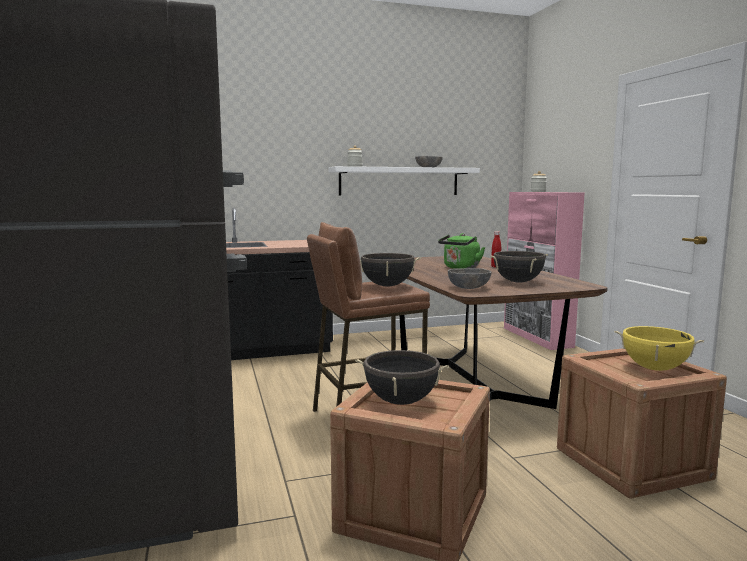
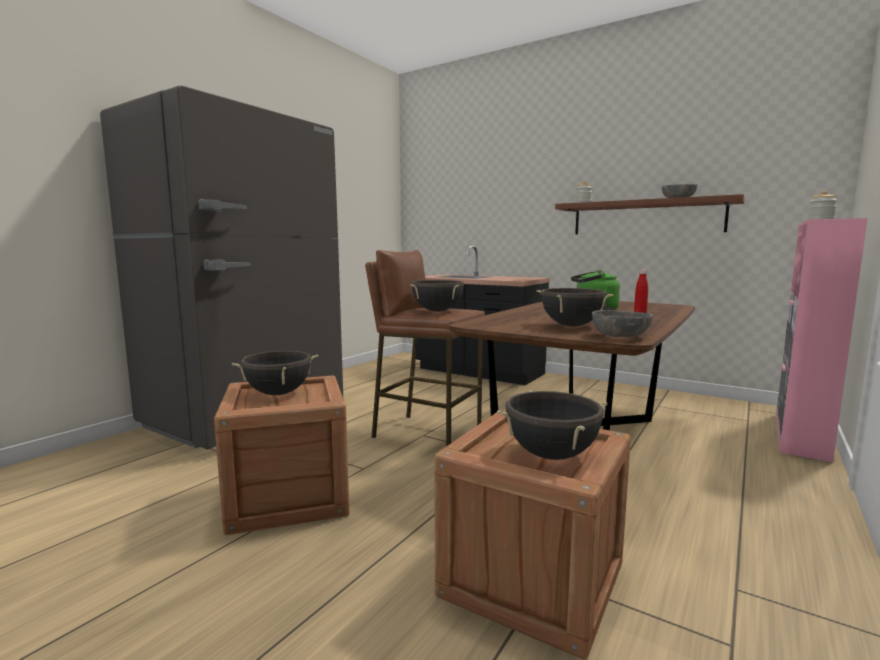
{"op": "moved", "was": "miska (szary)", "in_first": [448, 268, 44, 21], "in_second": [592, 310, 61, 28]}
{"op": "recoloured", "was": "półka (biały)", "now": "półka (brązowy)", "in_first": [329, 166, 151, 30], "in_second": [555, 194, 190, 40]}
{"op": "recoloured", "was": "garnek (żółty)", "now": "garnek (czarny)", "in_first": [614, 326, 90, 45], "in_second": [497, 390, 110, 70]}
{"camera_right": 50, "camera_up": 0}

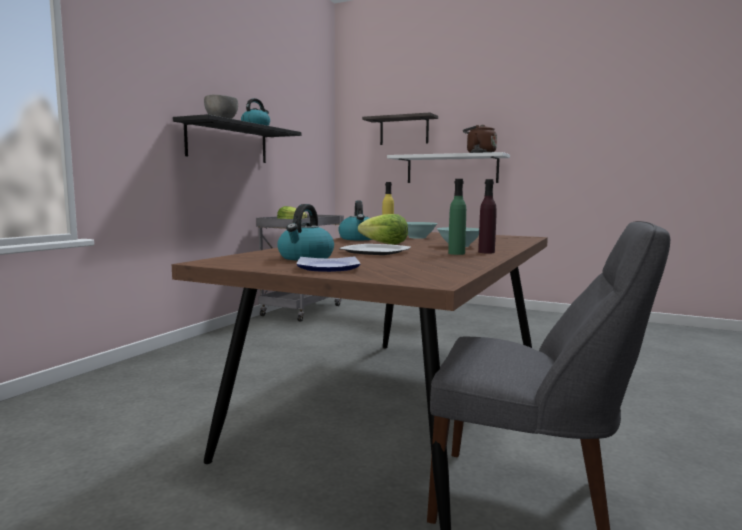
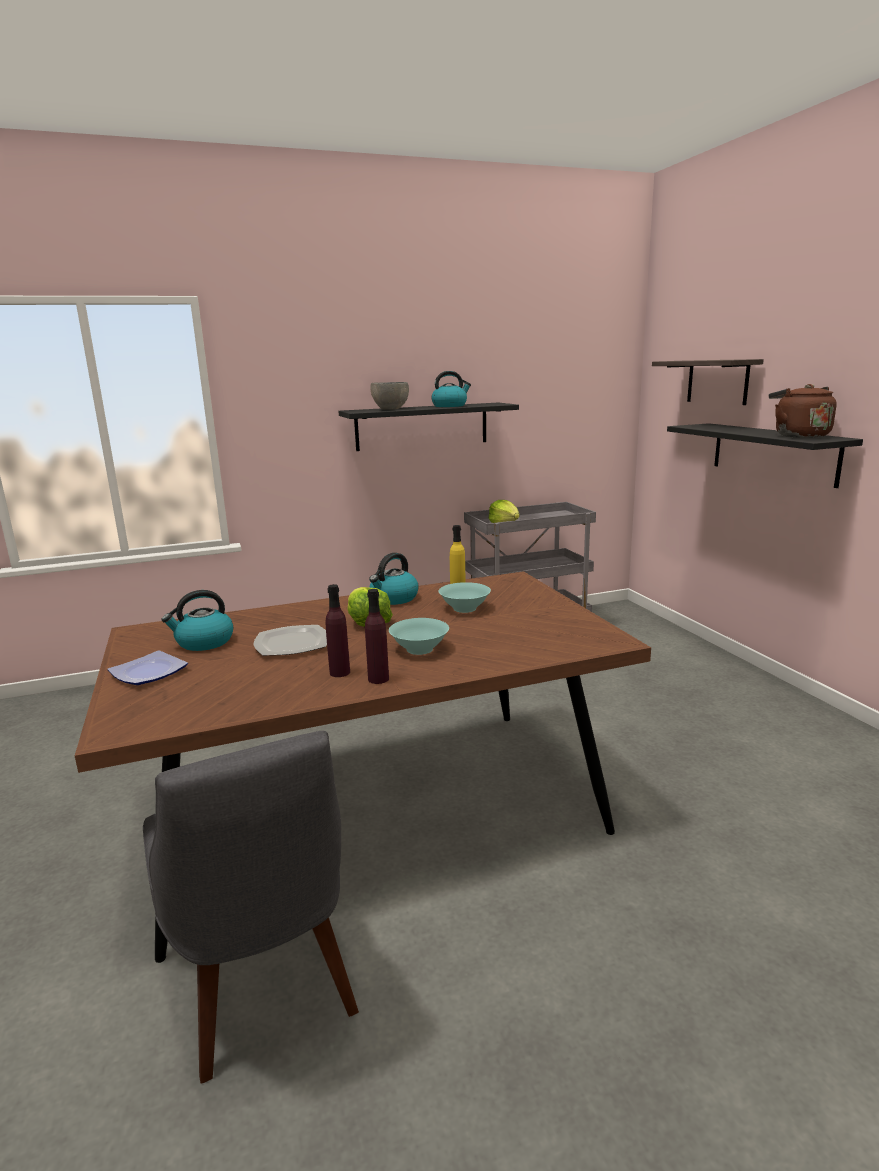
{"op": "recoloured", "was": "półka (biały)", "now": "półka (czarny)", "in_first": [387, 152, 123, 31], "in_second": [667, 423, 196, 65]}
{"op": "recoloured", "was": "butelka (zielony)", "now": "butelka (fioletowy)", "in_first": [448, 179, 18, 76], "in_second": [325, 584, 25, 93]}
{"camera_right": 45, "camera_up": 10}

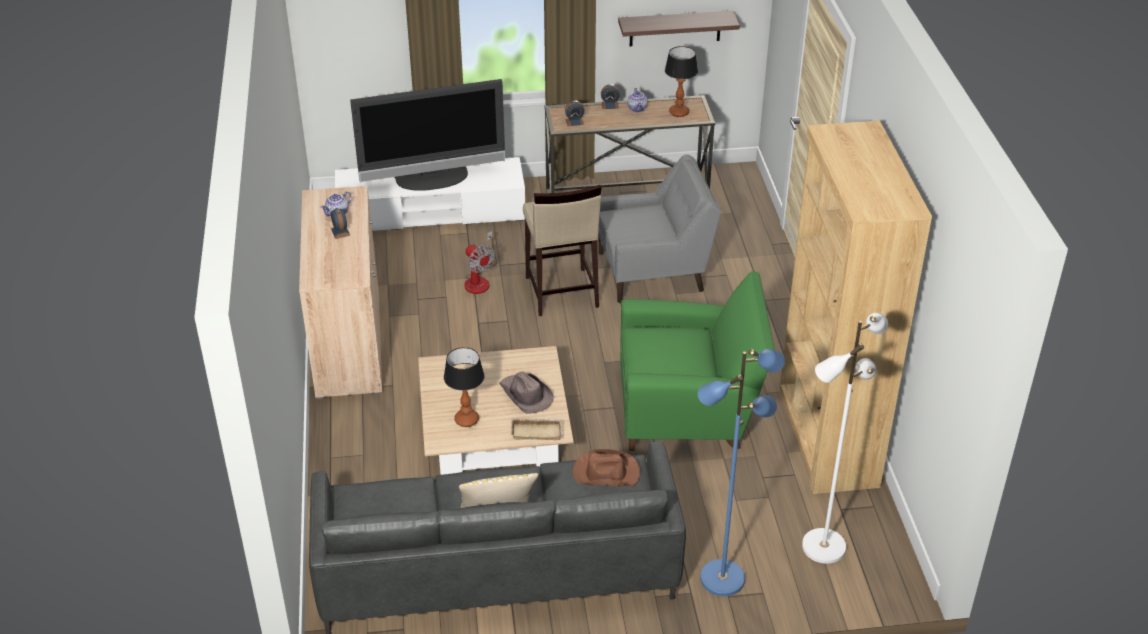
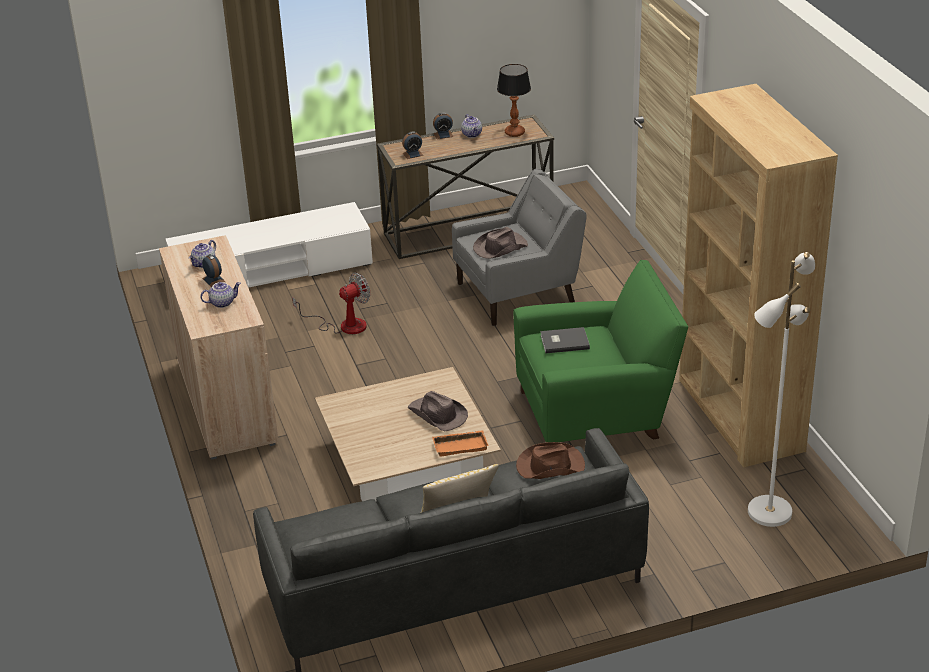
{"op": "removed", "was": "telewizor", "in_first": [350, 79, 155, 112]}
{"op": "removed", "was": "lampa stołowa", "in_first": [444, 347, 40, 80]}
{"op": "removed", "was": "stołek (beżowy)", "in_first": [523, 185, 79, 131]}
{"op": "removed", "was": "półka", "in_first": [618, 11, 122, 35]}
{"op": "removed", "was": "lampa stojąca (niebieski)", "in_first": [698, 349, 87, 247]}
{"op": "added", "now": "imbryk", "in_second": [200, 282, 41, 26]}
{"op": "added", "now": "kapelusz (brązowy)", "in_second": [473, 227, 55, 32]}
{"op": "added", "now": "książka (szary)", "in_second": [540, 327, 50, 26]}
{"op": "recoloured", "was": "taca (beżowy)", "now": "taca (pomarańczowy)", "in_first": [511, 418, 51, 22], "in_second": [432, 430, 57, 27]}
{"op": "turned", "was": "wentylator", "in_first": [465, 231, 32, 63], "in_second": [292, 272, 78, 62], "clockwise": -75}
{"camera_right": -10, "camera_up": -5}

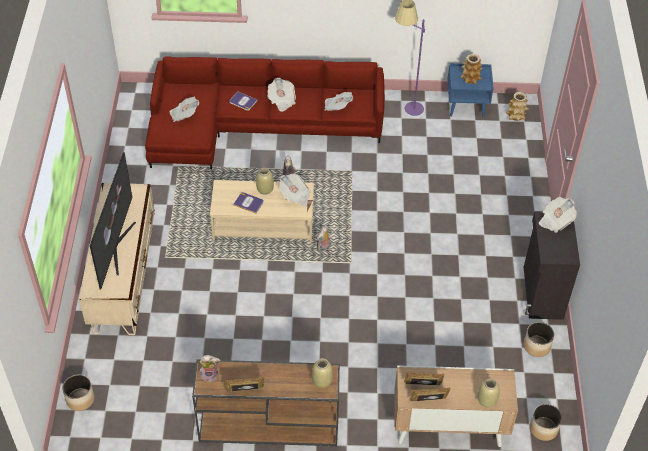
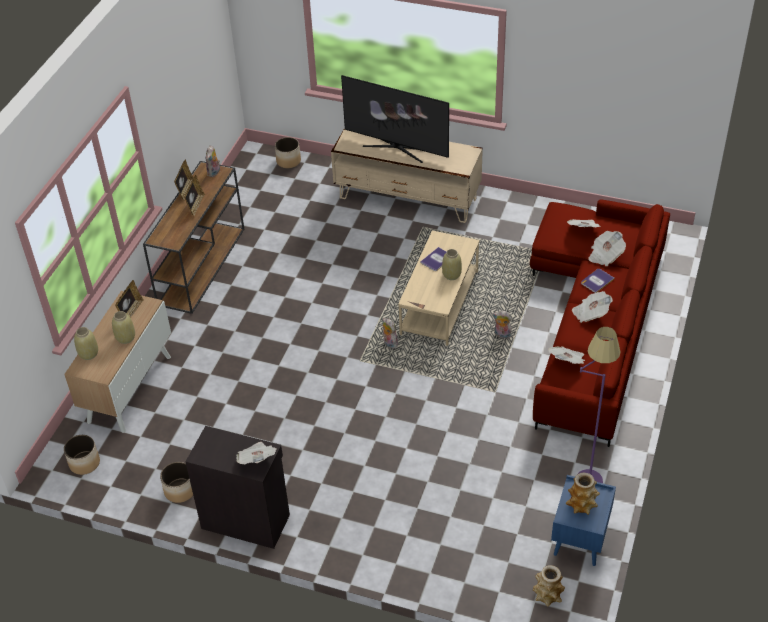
{"op": "moved", "was": "gazeta", "in_first": [279, 174, 32, 32], "in_second": [588, 231, 38, 35]}
{"op": "moved", "was": "wazon (beżowy)", "in_first": [312, 358, 21, 30], "in_second": [112, 311, 23, 33]}
{"op": "moved", "was": "ramka na zdjęcie", "in_first": [410, 387, 41, 14], "in_second": [184, 175, 21, 42]}
{"camera_right": 110, "camera_up": -5}

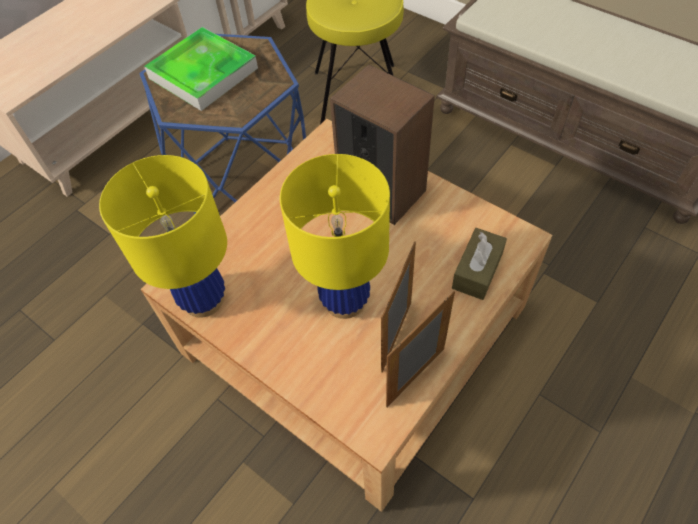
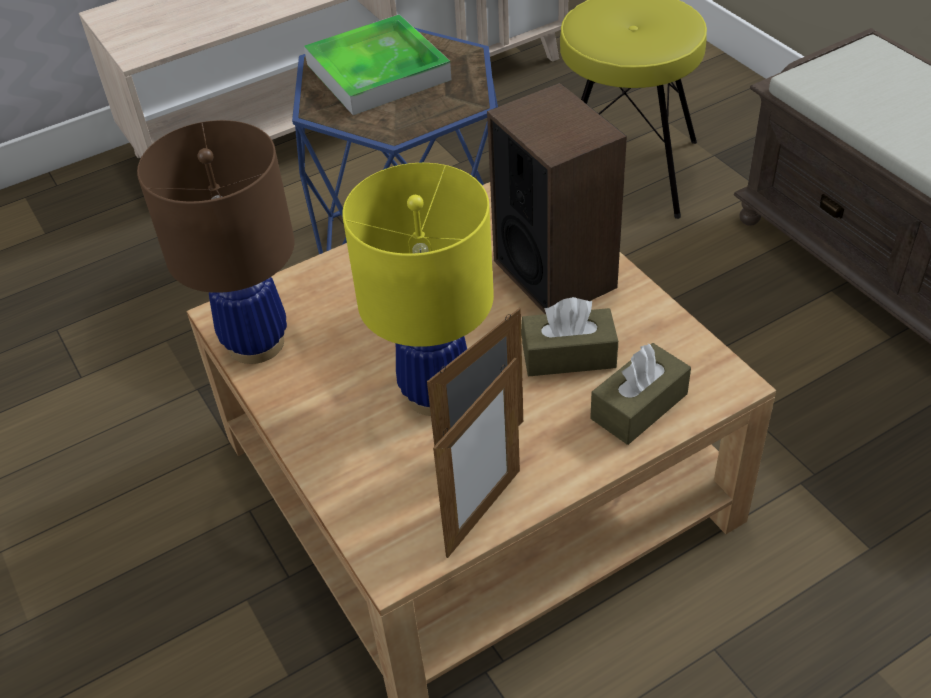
{"op": "added", "now": "pudełko chusteczek (brązowy)", "in_second": [521, 297, 97, 79]}
{"op": "recoloured", "was": "lampa stołowa (żółty)", "now": "lampa stołowa (brązowy)", "in_first": [99, 155, 128, 163], "in_second": [137, 120, 158, 244]}
{"op": "turned", "was": "ramka na zdjęcie", "in_first": [386, 291, 69, 116], "in_second": [433, 358, 87, 200], "clockwise": 150}
{"camera_right": 20, "camera_up": -10}

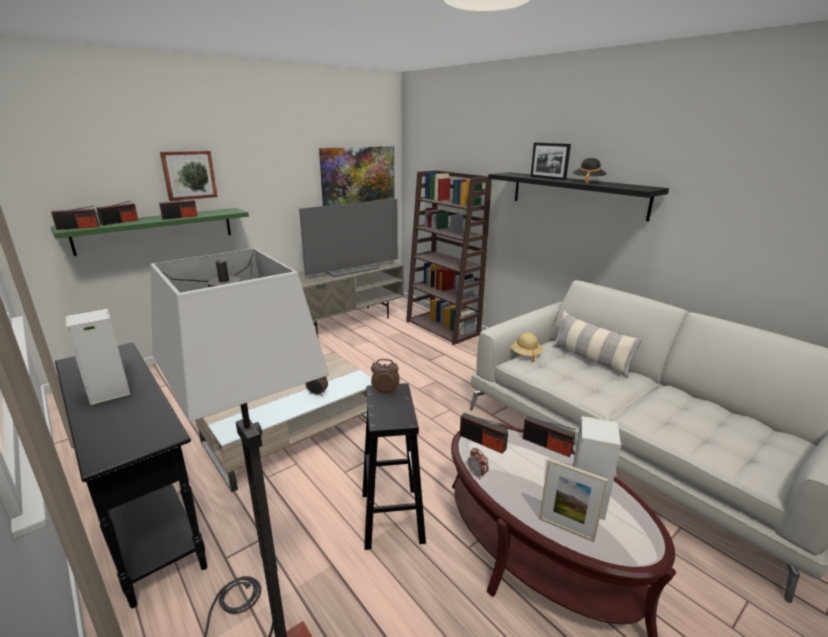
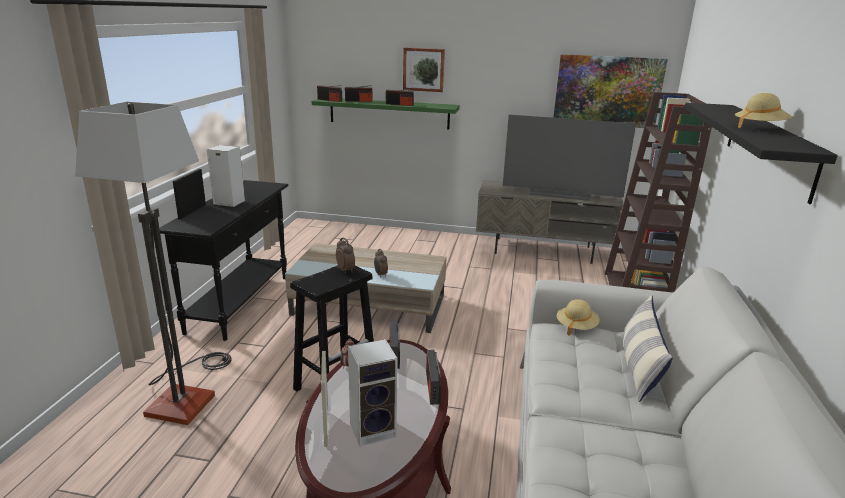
{"op": "moved", "was": "ramka na zdjęcie", "in_first": [530, 143, 41, 37], "in_second": [173, 169, 33, 50]}
{"op": "recoloured", "was": "kapelusz (czarny)", "now": "kapelusz (beżowy)", "in_first": [573, 158, 34, 25], "in_second": [735, 93, 57, 36]}
{"camera_right": 50, "camera_up": 0}

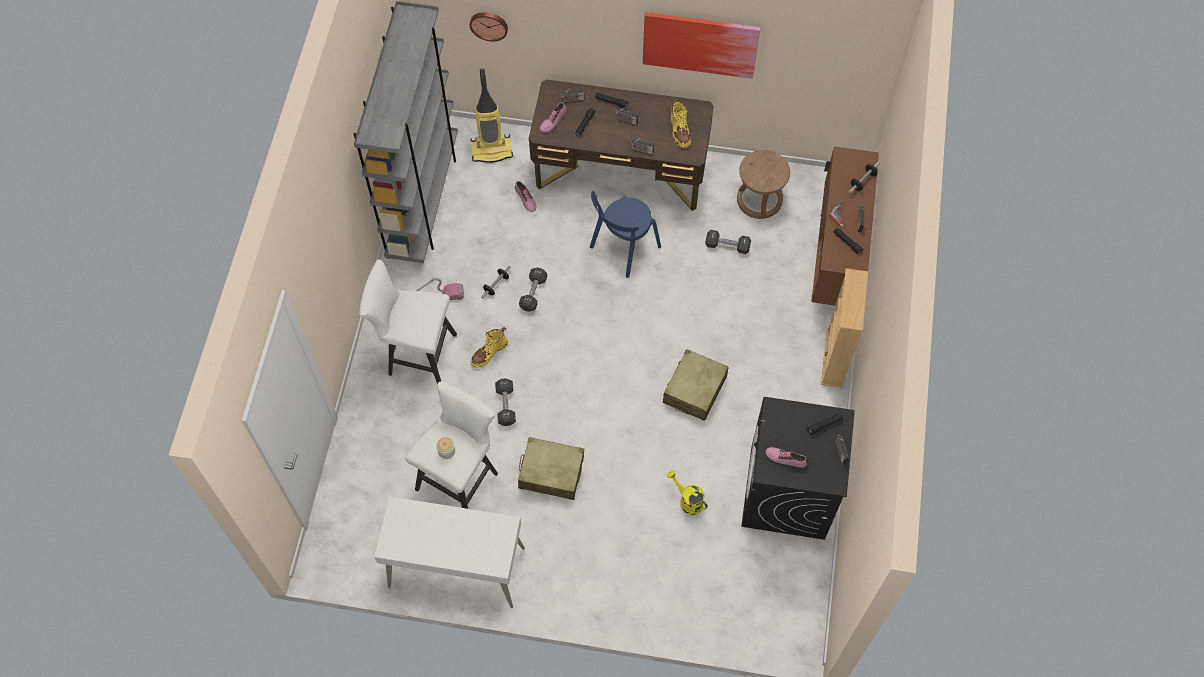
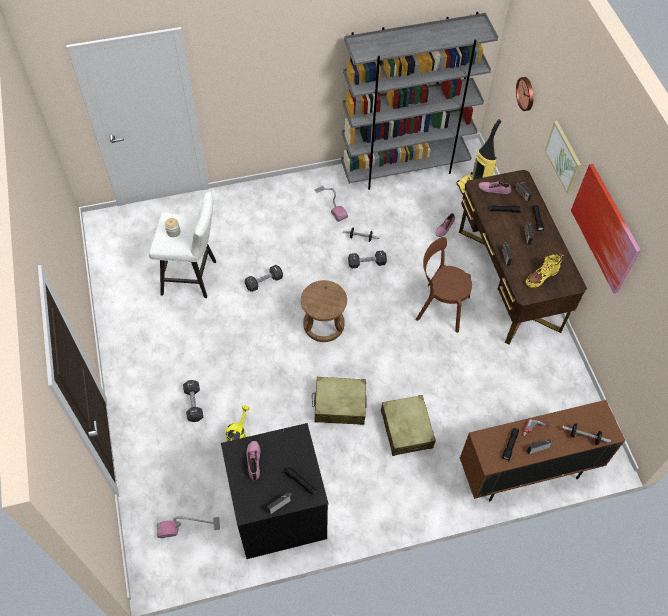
{"op": "removed", "was": "stołek (biały)", "in_first": [359, 259, 98, 125]}
{"op": "removed", "was": "biurko (biały)", "in_first": [374, 496, 151, 112]}
{"op": "removed", "was": "but z cholewką (żółty)", "in_first": [471, 327, 37, 41]}
{"op": "removed", "was": "regał (beżowy)", "in_first": [821, 268, 47, 120]}
{"op": "added", "now": "odkurzacz", "in_second": [157, 516, 63, 22]}
{"op": "added", "now": "obraz", "in_second": [545, 121, 36, 73]}
{"op": "moved", "was": "walizka (beżowy)", "in_first": [518, 437, 66, 63], "in_second": [381, 395, 55, 61]}
{"op": "moved", "was": "hantel (czarny)", "in_first": [705, 230, 46, 24], "in_second": [183, 380, 20, 42]}
{"op": "moved", "was": "stołek (brązowy)", "in_first": [737, 150, 53, 69], "in_second": [301, 280, 46, 62]}
{"op": "recoloured", "was": "krzesło (niebieski)", "now": "krzesło (brązowy)", "in_first": [590, 191, 71, 87], "in_second": [416, 237, 56, 96]}
{"camera_right": 65, "camera_up": -5}

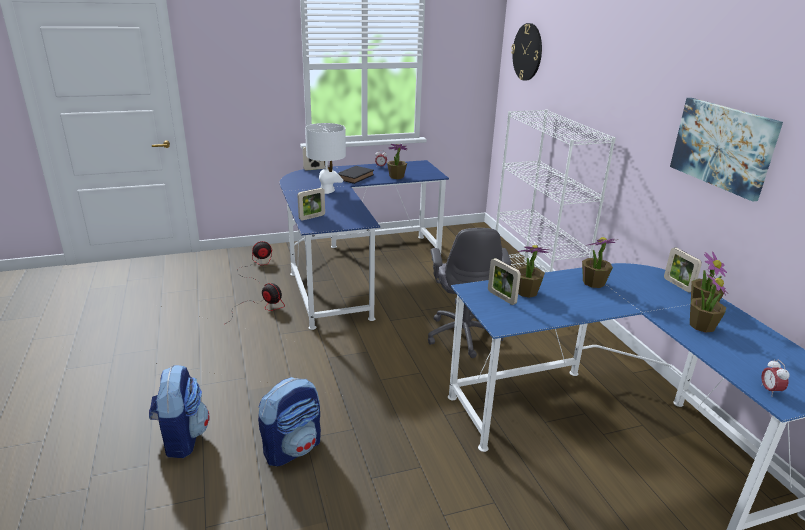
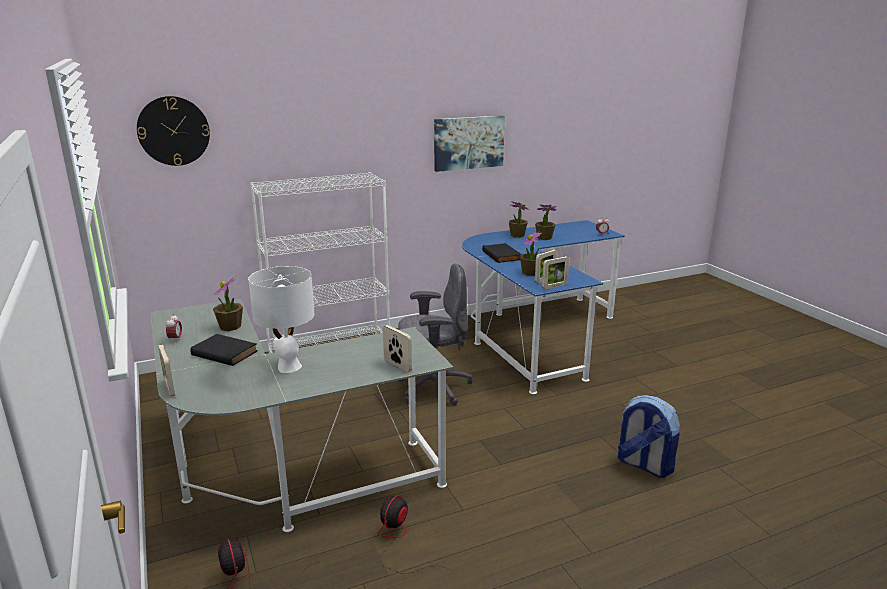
{"op": "removed", "was": "plecak", "in_first": [149, 365, 60, 93]}
{"op": "moved", "was": "ramka na zdjęcie", "in_first": [664, 248, 38, 45], "in_second": [542, 256, 27, 33]}
{"op": "replaced", "was": "roślina doniczkowa", "now": "książka (czarny)", "in_first": [582, 237, 34, 51], "in_second": [482, 243, 40, 20]}
{"op": "recoloured", "was": "biurko (niebieski)", "now": "biurko (szary)", "in_first": [280, 160, 169, 170], "in_second": [151, 299, 302, 233]}
{"camera_right": -95, "camera_up": -5}

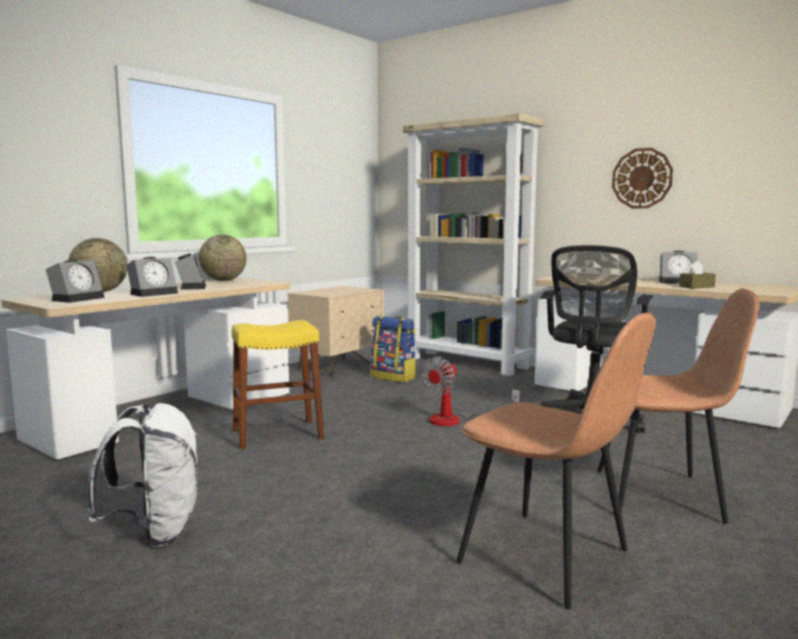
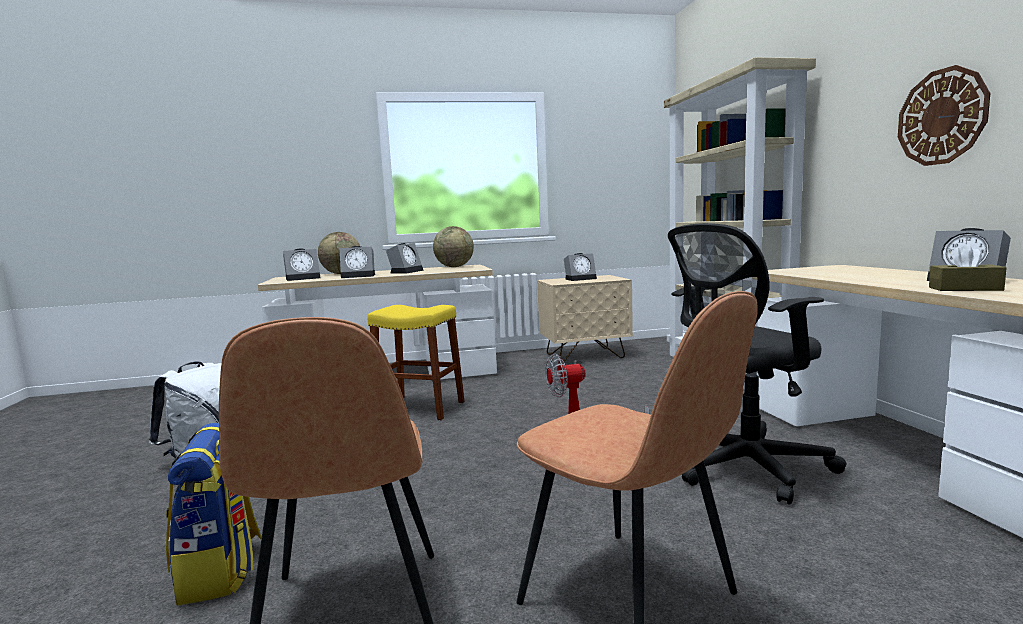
{"op": "added", "now": "budzik", "in_second": [564, 253, 33, 28]}
{"op": "moved", "was": "plecak", "in_first": [370, 316, 46, 67], "in_second": [166, 423, 96, 183]}
{"camera_right": 40, "camera_up": 0}

